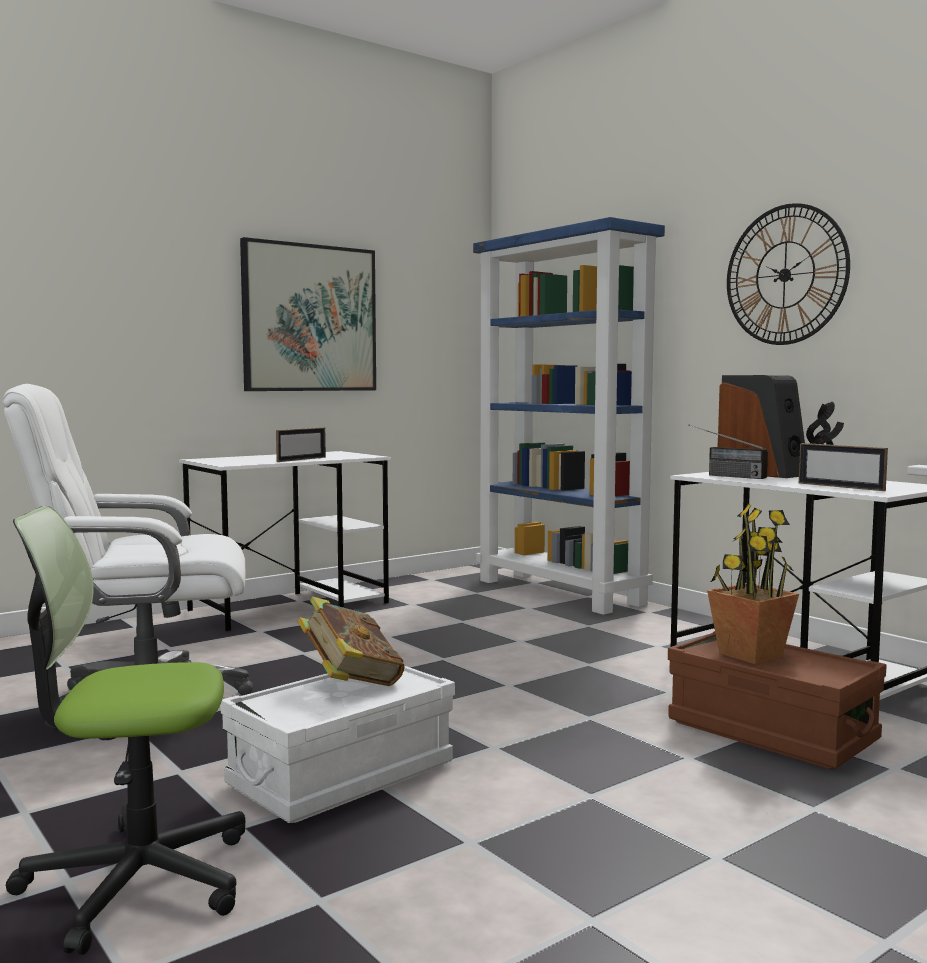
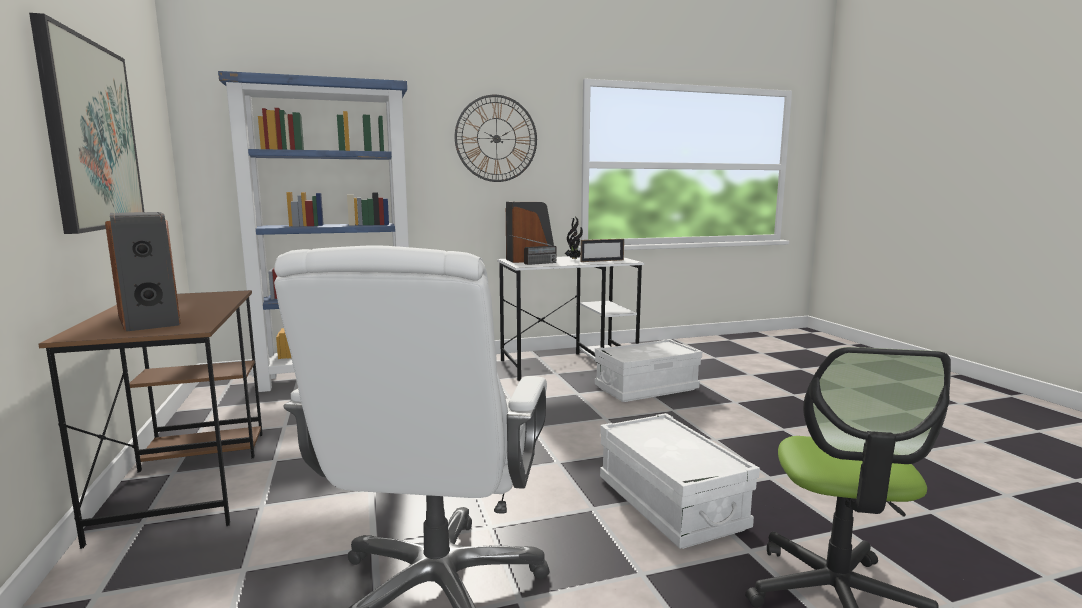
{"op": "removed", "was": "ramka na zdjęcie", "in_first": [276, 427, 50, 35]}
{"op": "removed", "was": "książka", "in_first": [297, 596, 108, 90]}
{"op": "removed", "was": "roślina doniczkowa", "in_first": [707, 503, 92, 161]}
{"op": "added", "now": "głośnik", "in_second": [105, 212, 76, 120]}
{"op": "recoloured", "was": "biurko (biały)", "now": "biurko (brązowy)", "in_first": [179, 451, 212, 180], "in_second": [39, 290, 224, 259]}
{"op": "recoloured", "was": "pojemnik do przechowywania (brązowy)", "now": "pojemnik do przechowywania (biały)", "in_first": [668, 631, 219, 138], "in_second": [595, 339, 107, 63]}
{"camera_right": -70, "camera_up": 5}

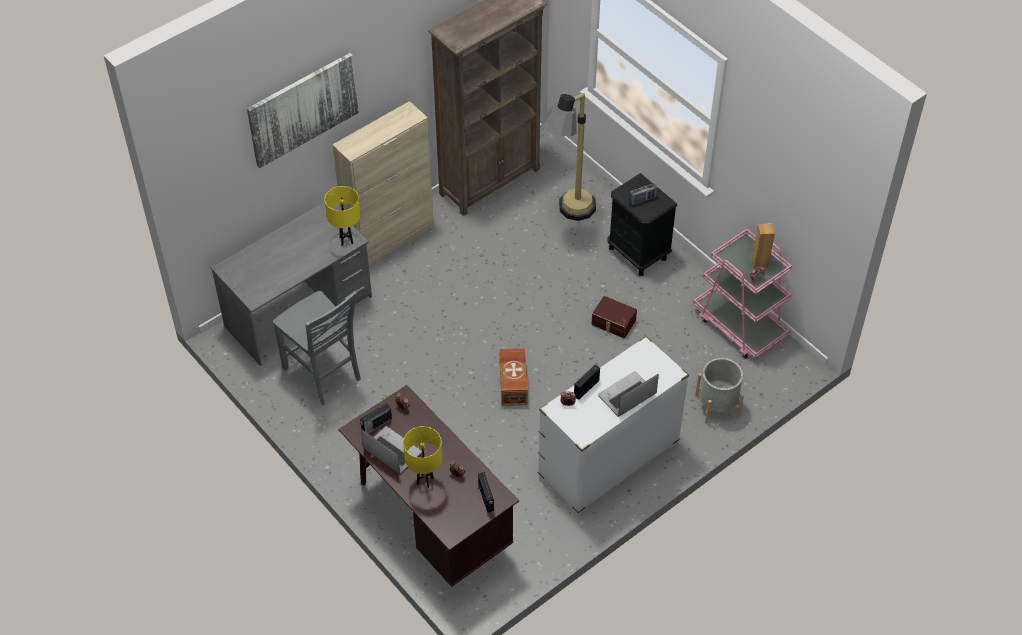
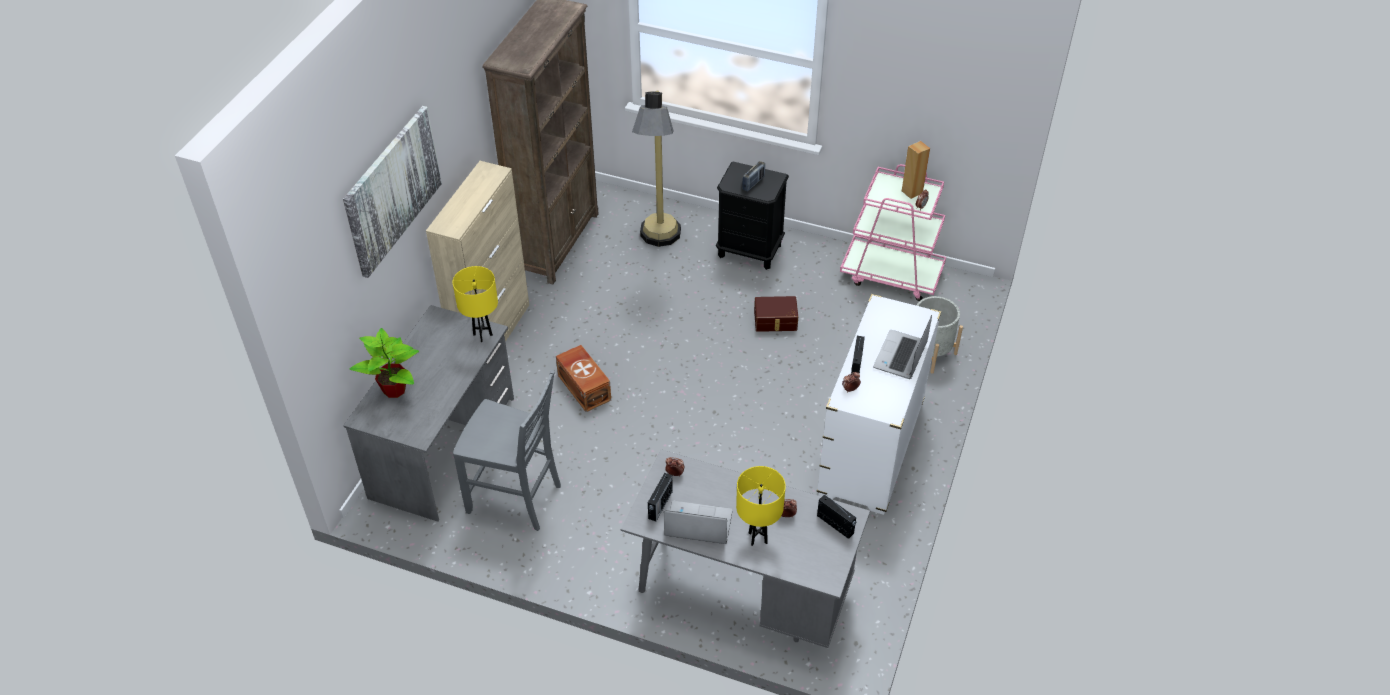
{"op": "added", "now": "roślina doniczkowa", "in_second": [350, 328, 69, 70]}
{"op": "moved", "was": "pojemnik do przechowywania (brązowy)", "in_first": [499, 348, 29, 58], "in_second": [556, 345, 55, 67]}
{"op": "recoloured", "was": "biurko (brązowy)", "now": "biurko (szary)", "in_first": [338, 385, 181, 202], "in_second": [621, 449, 249, 199]}
{"camera_right": -30, "camera_up": -5}

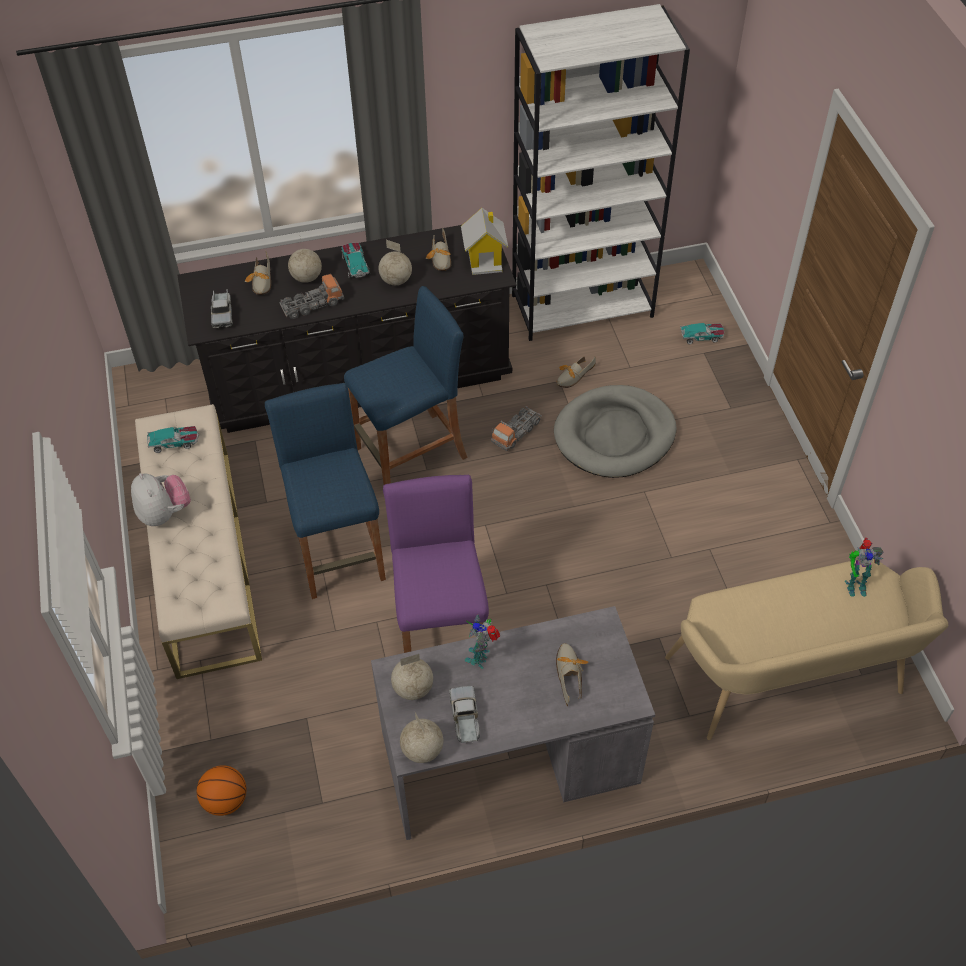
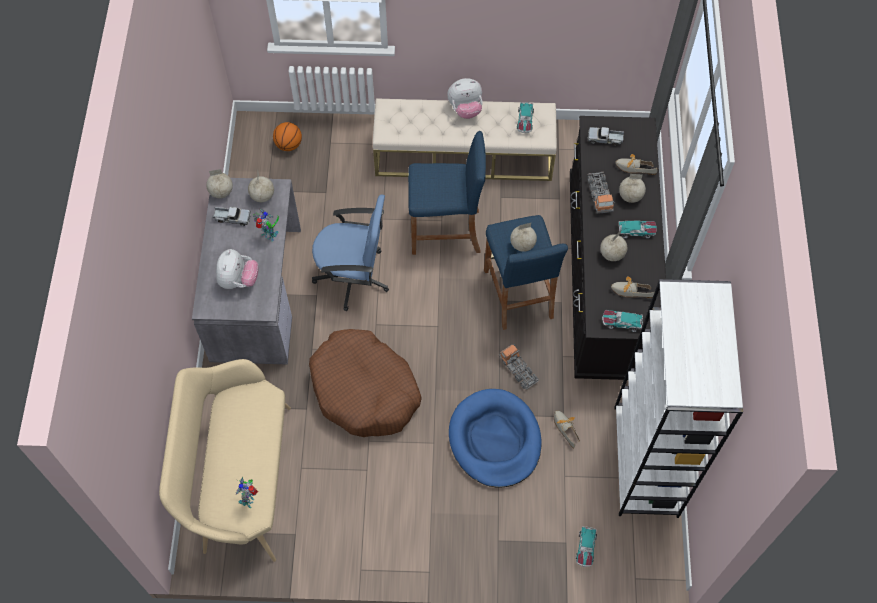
{"op": "added", "now": "legowisko (brązowy)", "in_second": [309, 329, 113, 108]}
{"op": "added", "now": "globus", "in_second": [510, 223, 27, 29]}
{"op": "replaced", "was": "stołek (fioletowy)", "now": "krzesło biurowe (niebieski)", "in_first": [383, 475, 106, 178], "in_second": [312, 194, 77, 117]}
{"op": "replaced", "was": "domek", "now": "samochodzik", "in_first": [461, 208, 47, 67], "in_second": [602, 310, 41, 22]}
{"op": "replaced", "was": "but", "now": "pluszak", "in_first": [556, 643, 32, 64], "in_second": [216, 249, 43, 40]}
{"op": "recoloured", "was": "legowisko (szary)", "now": "legowisko (niebieski)", "in_first": [554, 385, 123, 93], "in_second": [449, 389, 93, 99]}
{"camera_right": 105, "camera_up": 10}

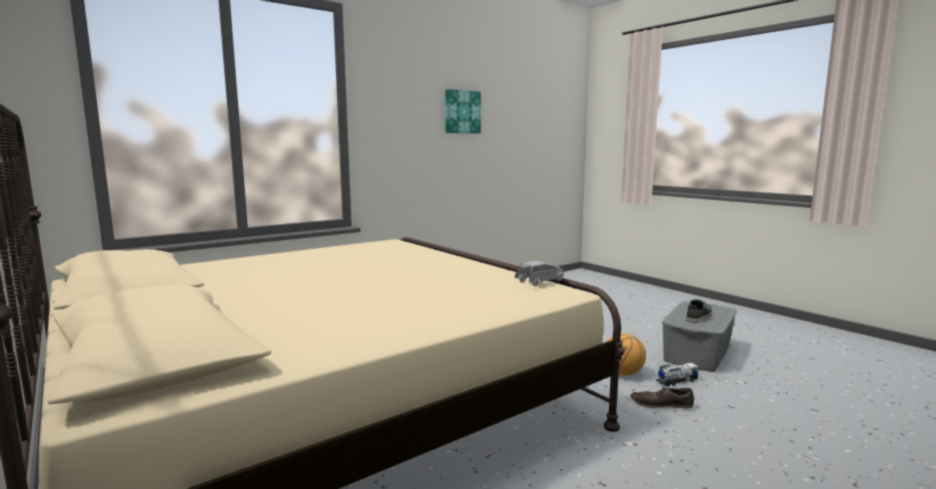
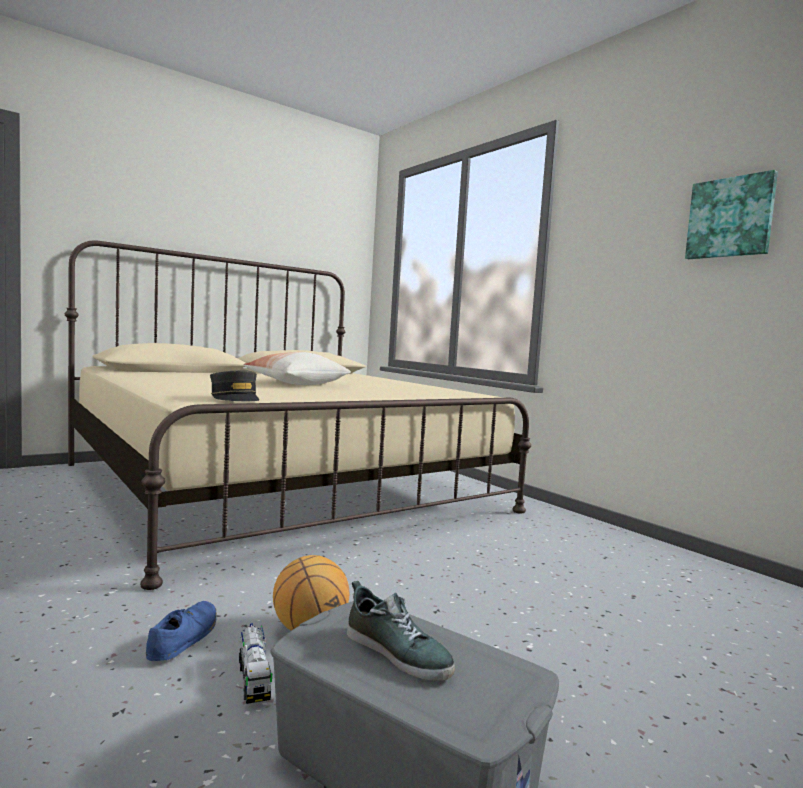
{"op": "added", "now": "poduszka", "in_second": [244, 352, 107, 33]}
{"op": "replaced", "was": "samochodzik (szary)", "now": "czapka z daszkiem (szary)", "in_first": [515, 261, 49, 25], "in_second": [210, 370, 50, 31]}
{"op": "recoloured", "was": "but (brązowy)", "now": "but (niebieski)", "in_first": [630, 386, 64, 22], "in_second": [146, 601, 71, 60]}
{"camera_right": 90, "camera_up": -5}

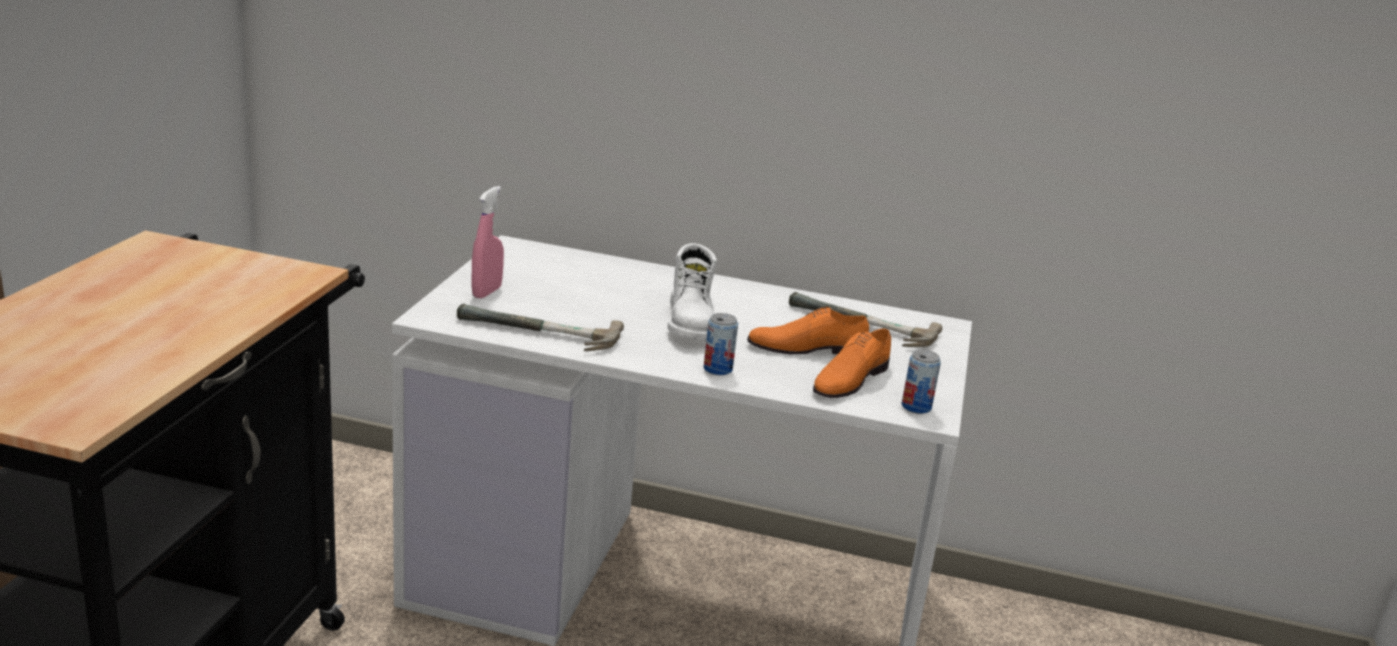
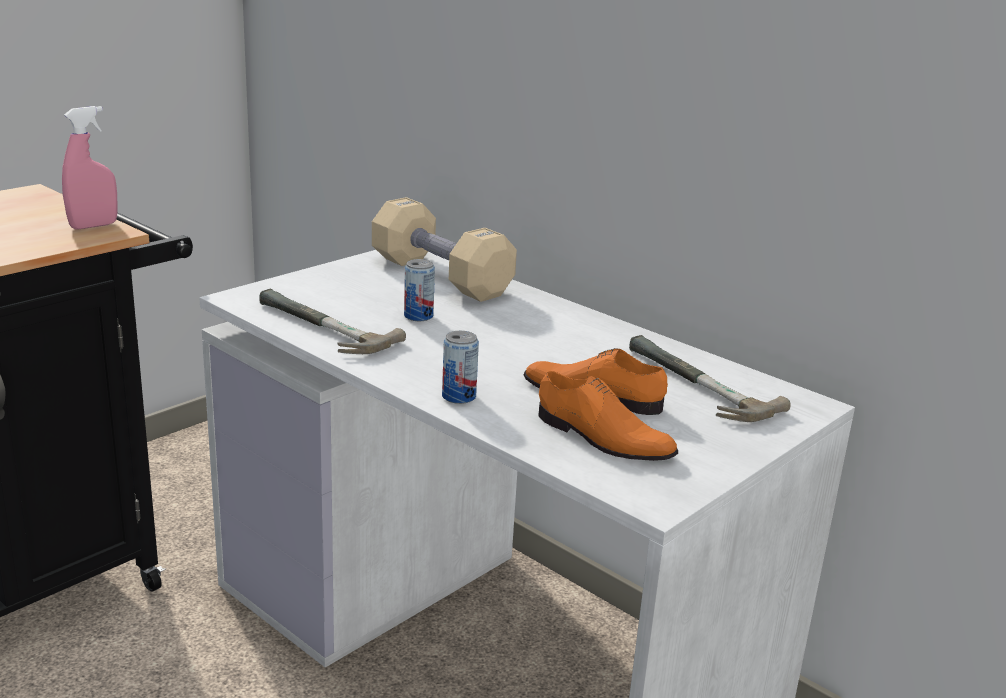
{"op": "removed", "was": "but z cholewką (biały)", "in_first": [668, 243, 49, 97]}
{"op": "added", "now": "hantel (beżowy)", "in_second": [372, 197, 145, 105]}
{"op": "moved", "was": "spryskiwacz (różowy)", "in_first": [471, 186, 33, 112], "in_second": [62, 106, 56, 123]}
{"op": "moved", "was": "puszka", "in_first": [902, 350, 39, 64], "in_second": [404, 259, 31, 62]}
{"op": "turned", "was": "but (pomarańczowy)", "in_first": [813, 328, 78, 70], "in_second": [538, 371, 140, 90], "clockwise": -120}
{"camera_right": 30, "camera_up": 0}

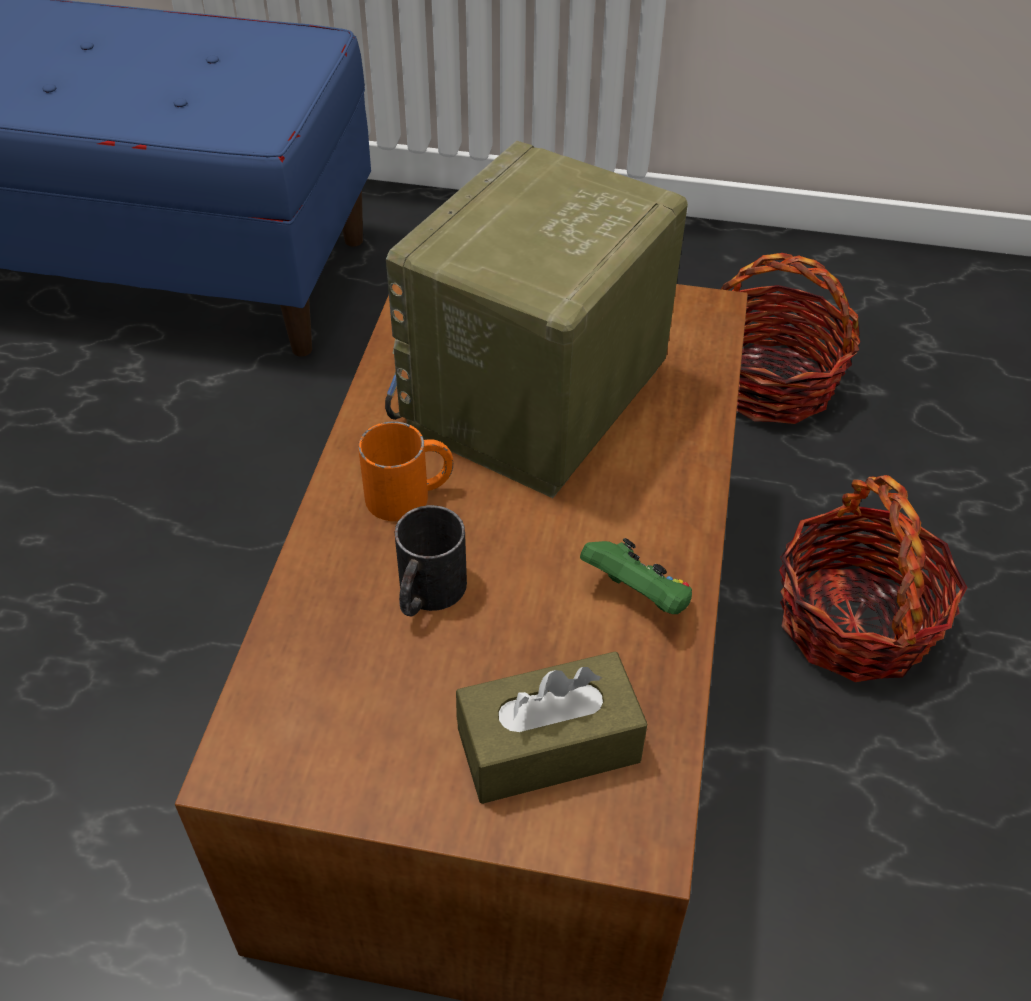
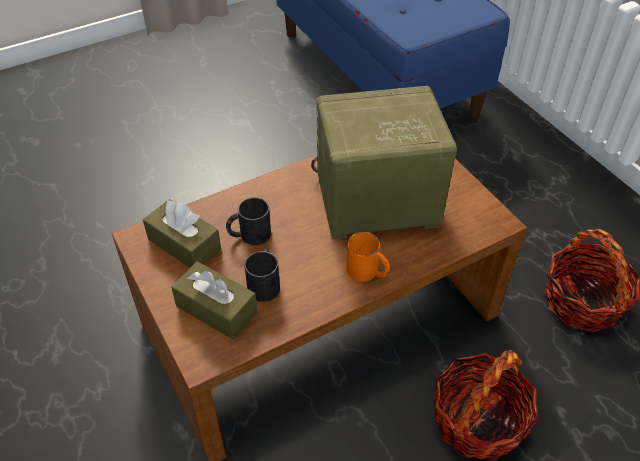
{"op": "removed", "was": "pad do gier (zielony)", "in_first": [580, 538, 112, 76]}
{"op": "added", "now": "pudełko chusteczek (brązowy)", "in_second": [143, 199, 78, 69]}
{"op": "added", "now": "kubek (czarny)", "in_second": [244, 248, 36, 54]}
{"op": "moved", "was": "kubek (pomarańczowy)", "in_first": [358, 421, 96, 100], "in_second": [346, 232, 44, 49]}
{"camera_right": 50, "camera_up": 0}

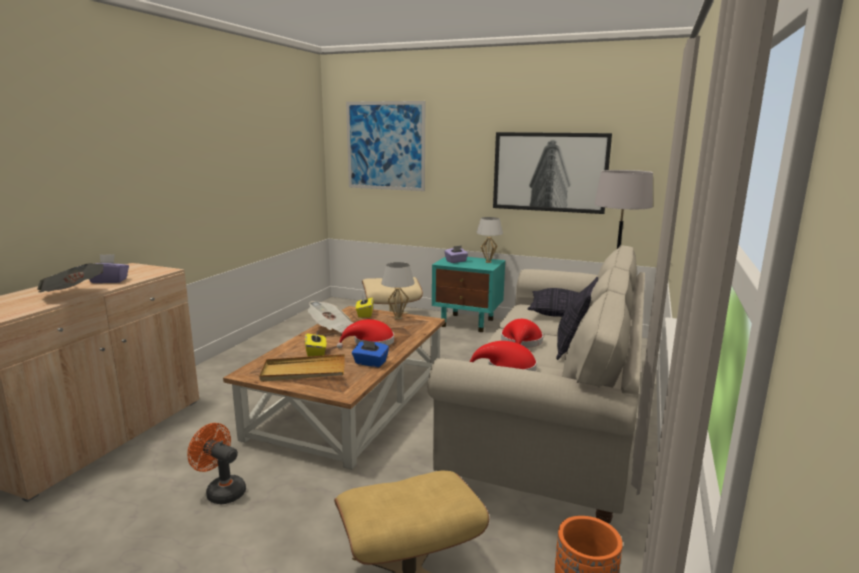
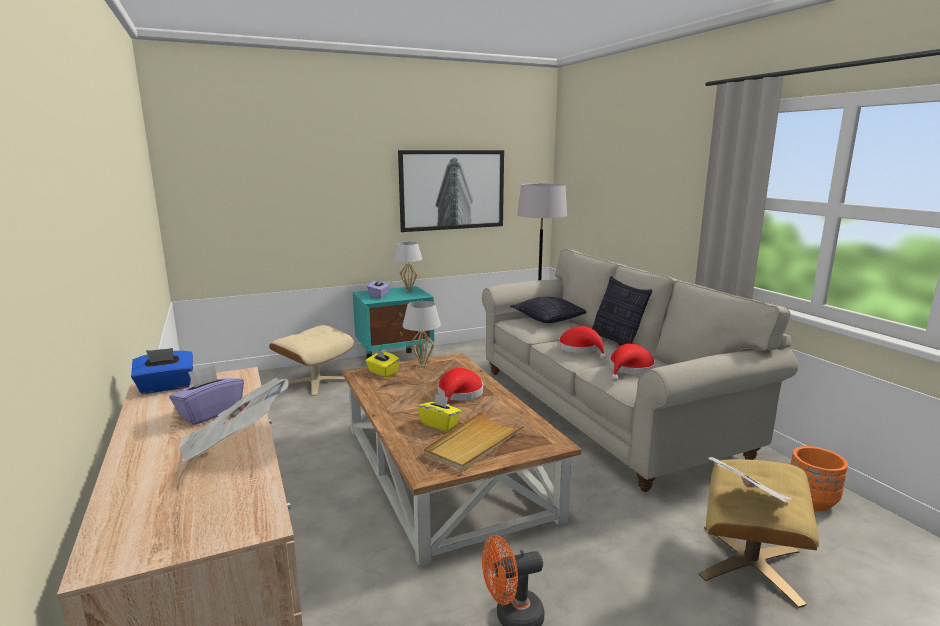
{"op": "removed", "was": "obraz", "in_first": [346, 101, 79, 90]}
{"op": "moved", "was": "gazeta", "in_first": [308, 301, 45, 32], "in_second": [708, 457, 84, 46]}
{"op": "moved", "was": "pudełko chusteczek (niebieski)", "in_first": [352, 340, 37, 27], "in_second": [131, 348, 62, 46]}
{"camera_right": -45, "camera_up": 0}

